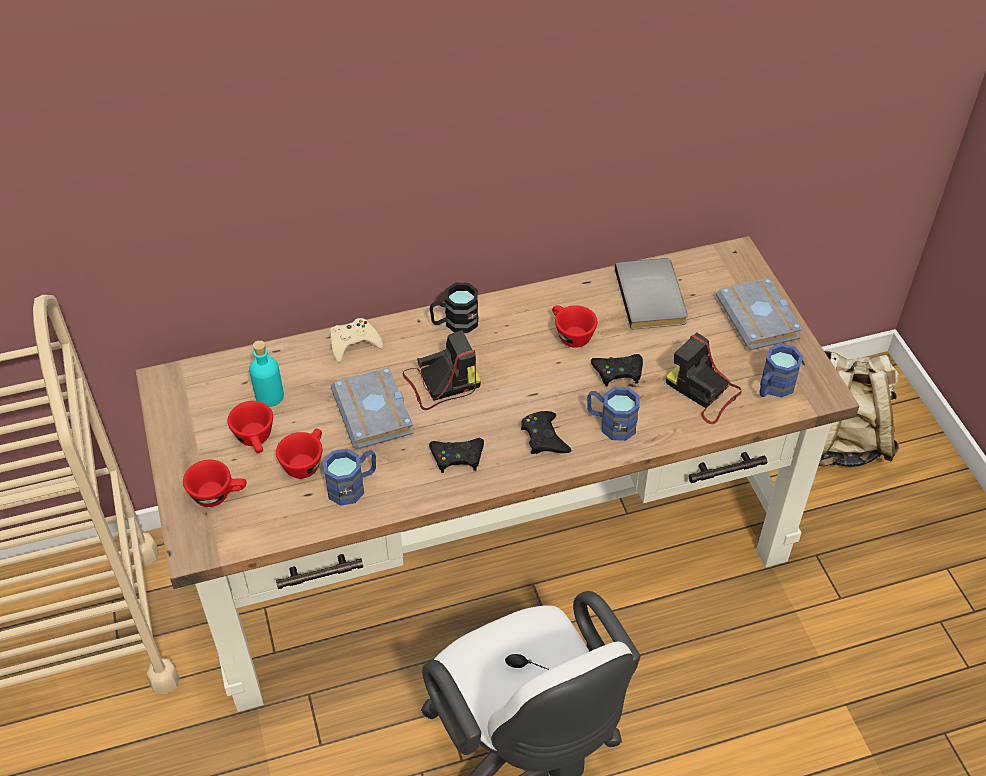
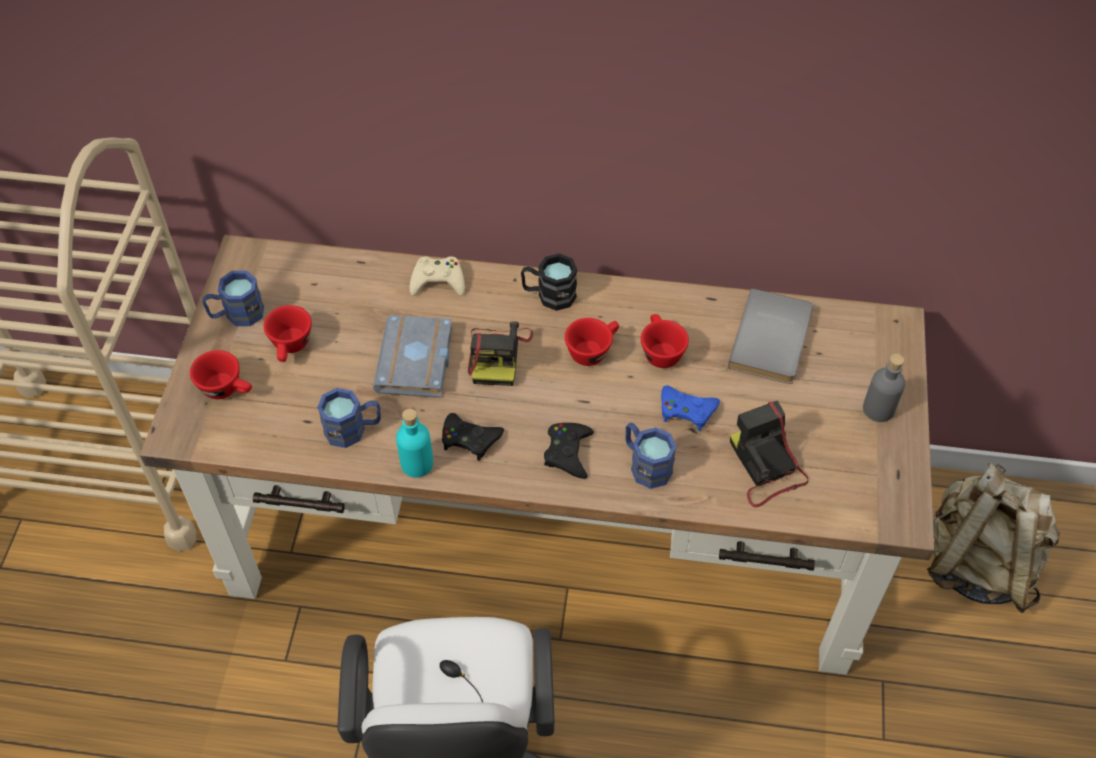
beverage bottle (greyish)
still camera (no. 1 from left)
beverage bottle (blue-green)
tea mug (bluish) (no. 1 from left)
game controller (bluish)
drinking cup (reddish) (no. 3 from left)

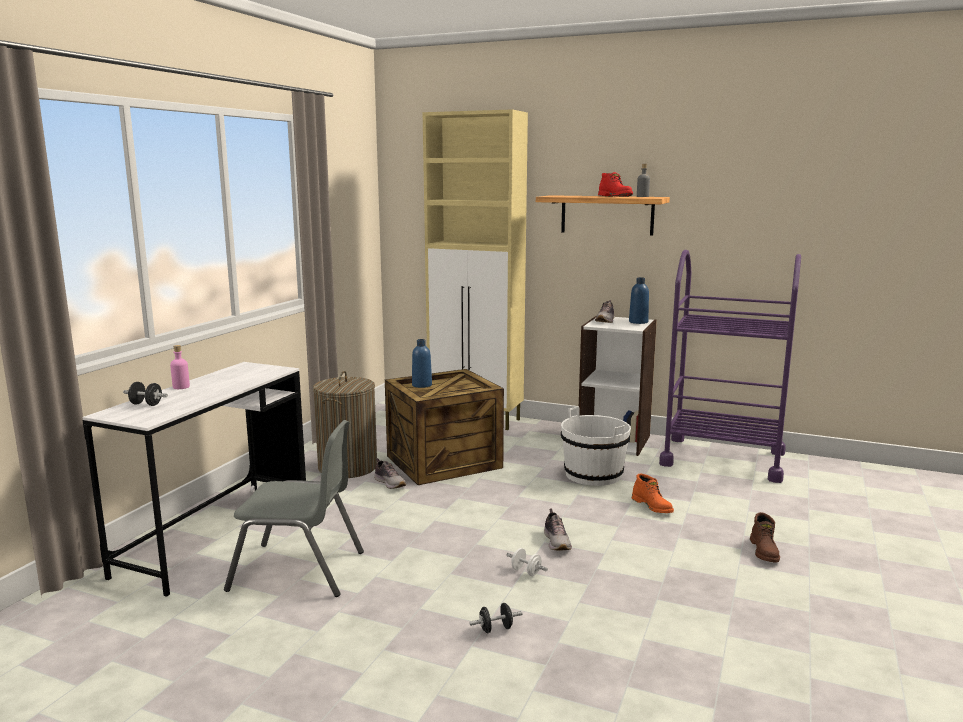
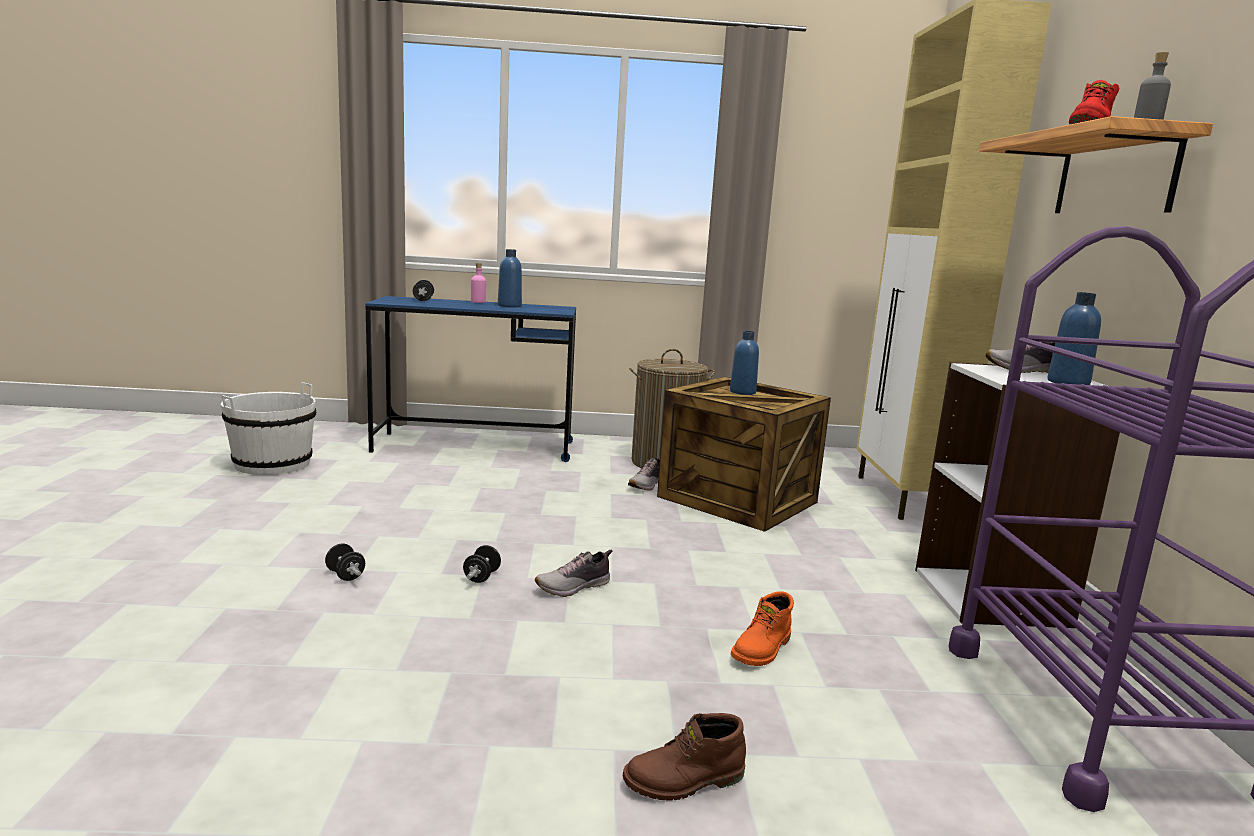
desk unit (bluish)
water bucket (white-coloured)
chair (greyish)
hand weight (black) (no. 3 from left)
beverage bottle (bluish) (no. 1 from left)

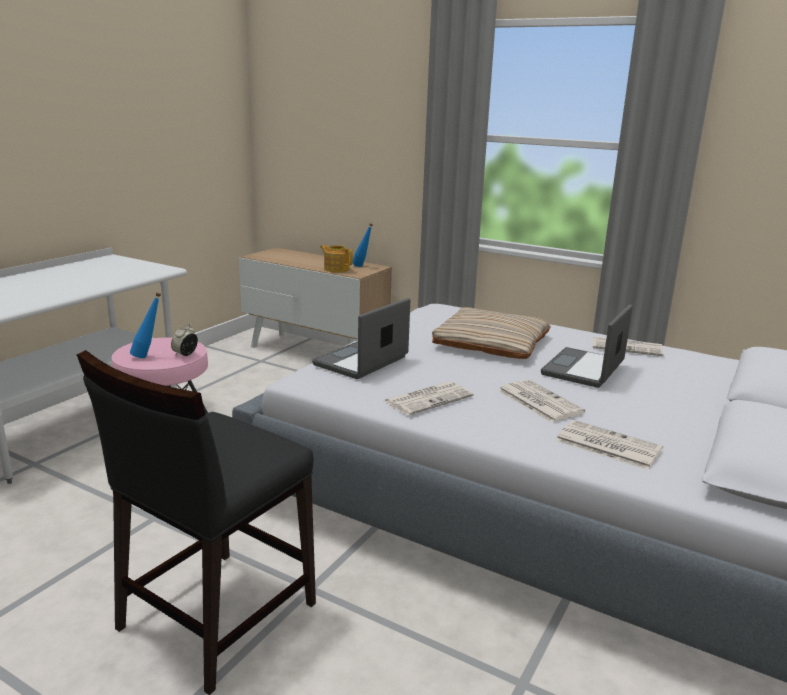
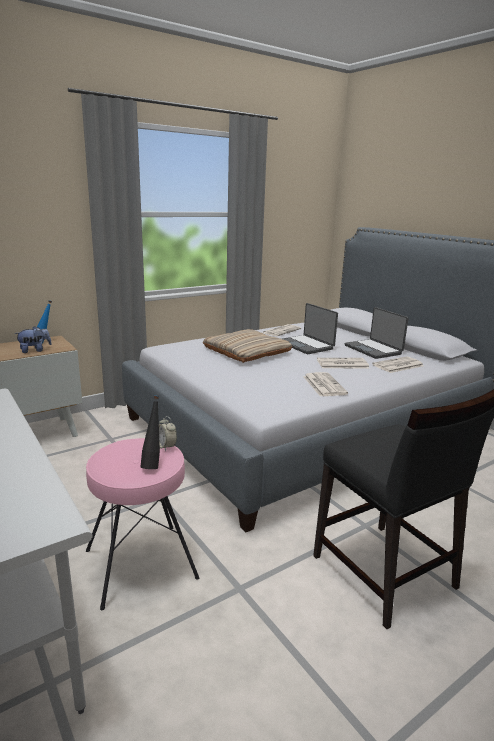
plush toy
beverage bottle (black)
notebook computer (no. 2 from left)

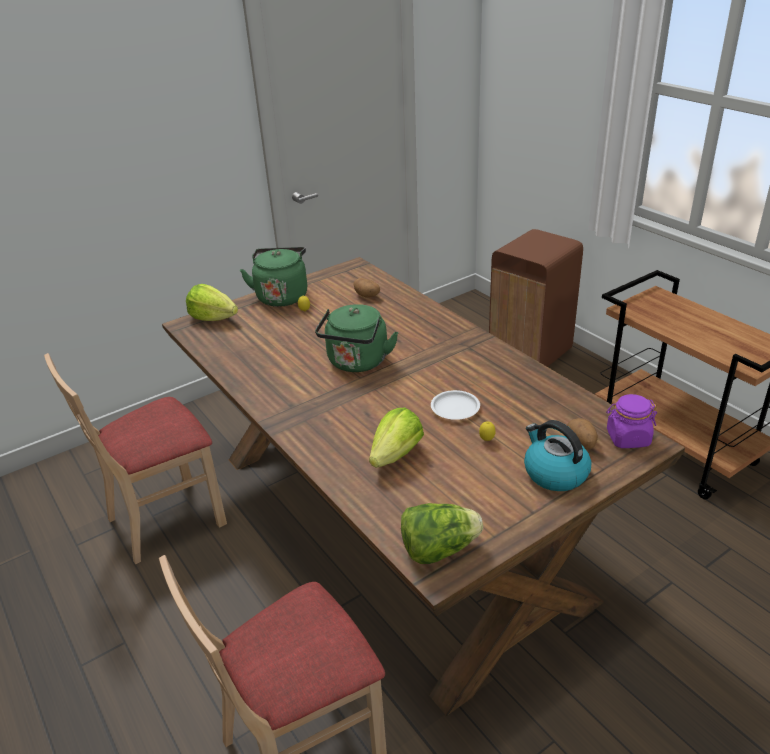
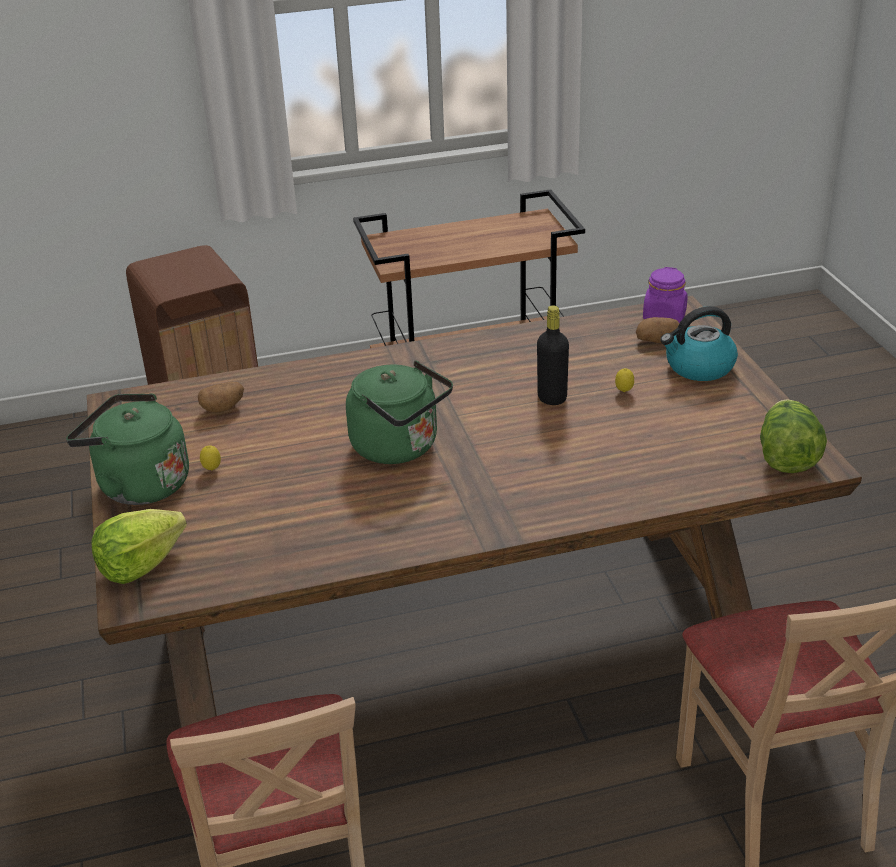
beverage bottle (black)
head of lettuce (no. 2 from left in the first image)

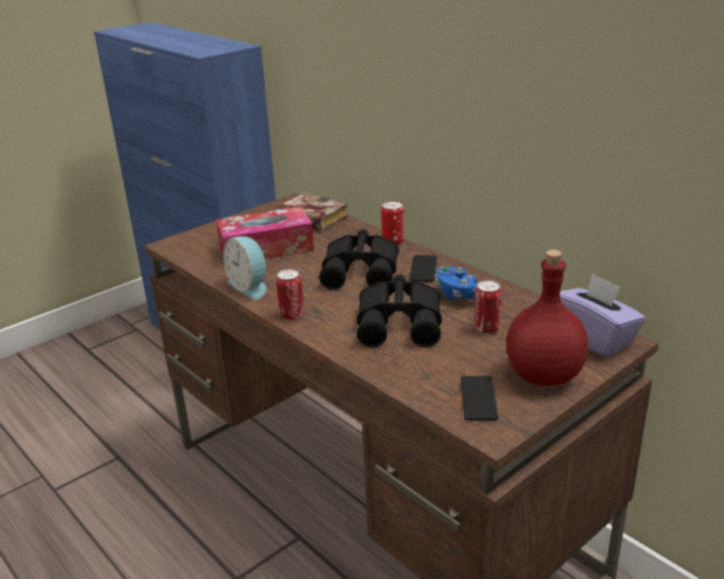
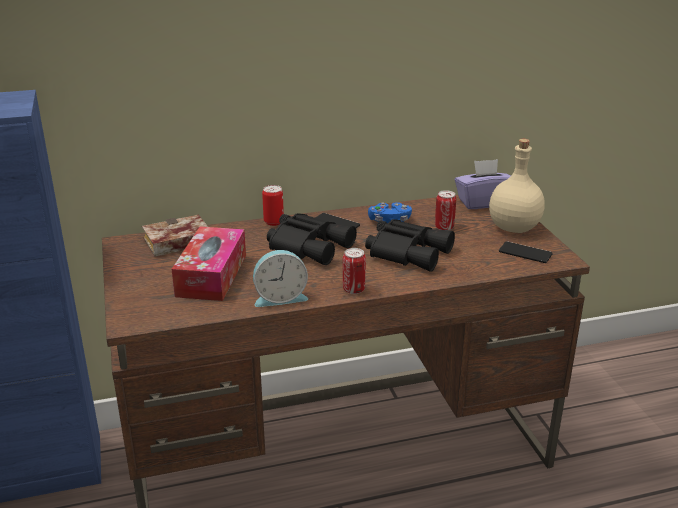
beverage bottle (beige)

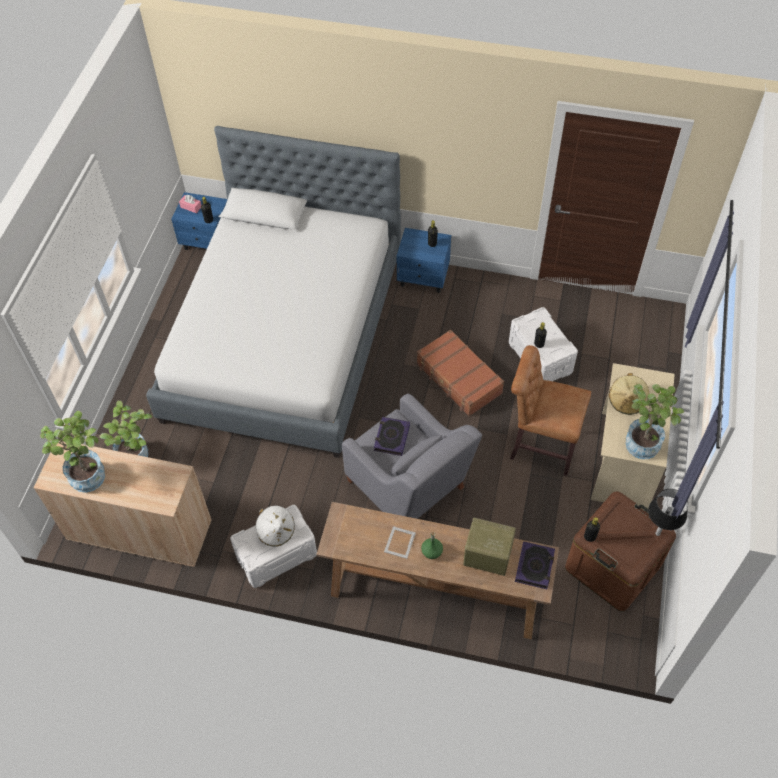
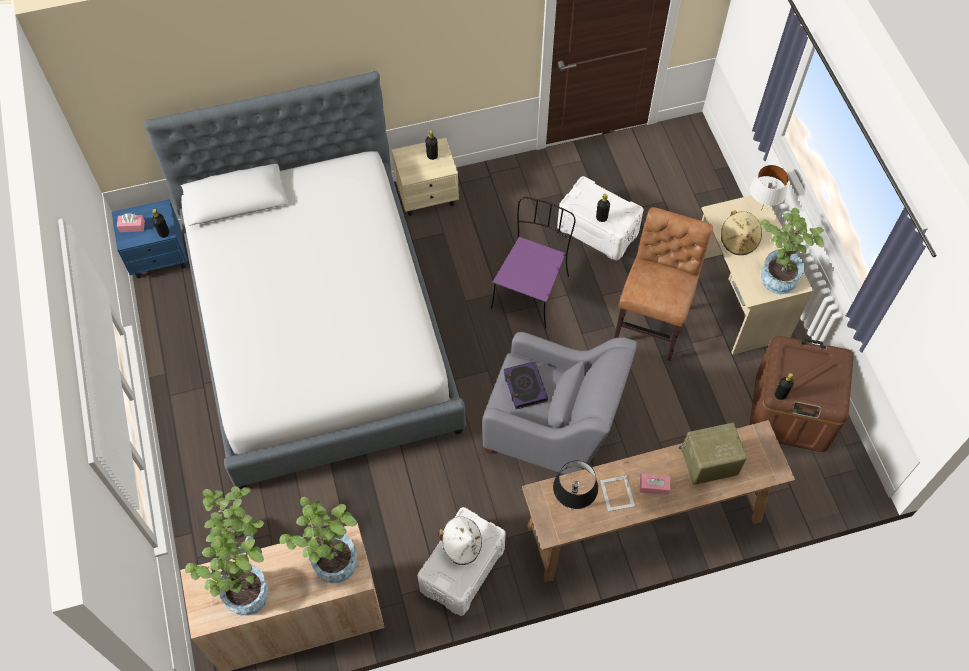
night table (beige)
chair (purple-coloured)
chair (brown)
table lamp (black)
tissue box (pinkish) (no. 2 from left)
bound book (no. 2 from left in the first image)
table lamp (white-coloured)
houseplant (no. 3 from left)

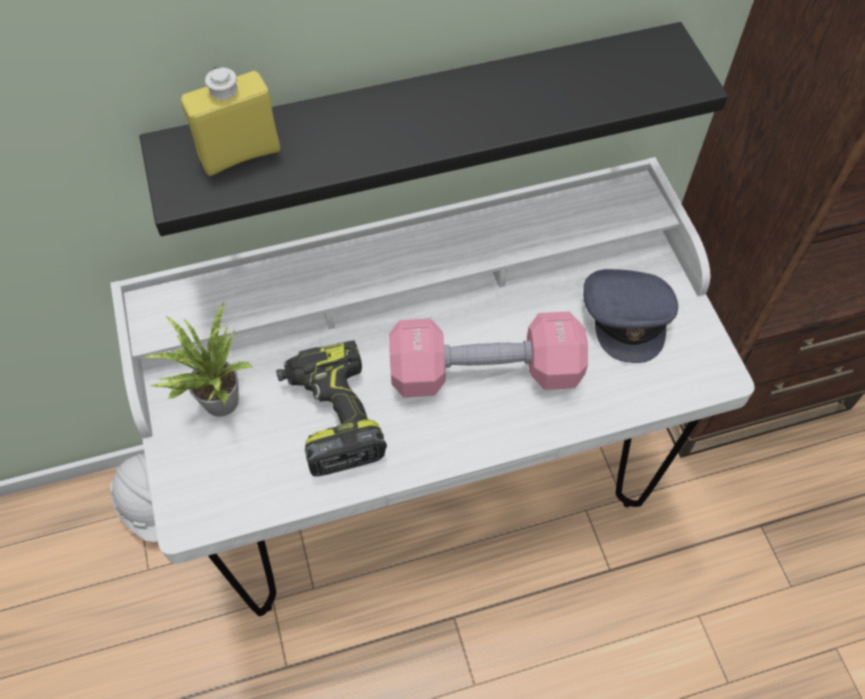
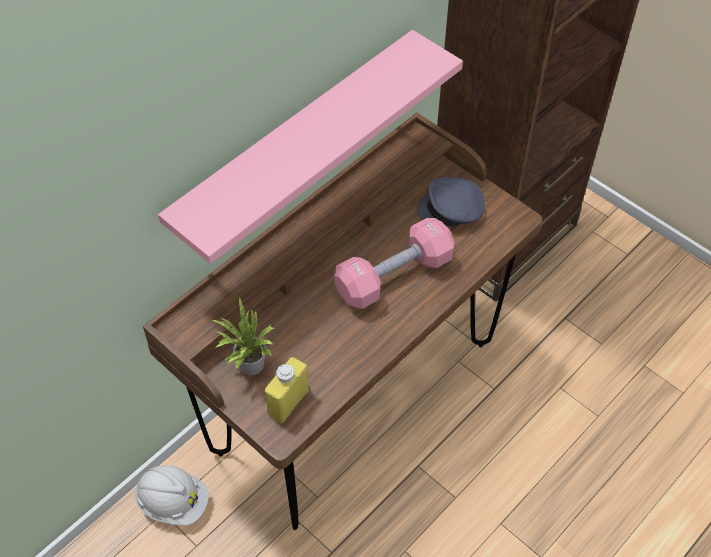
shelf (pinkish)
beverage bottle (yellow)
desk unit (brown)
cap (greyish)
power drill

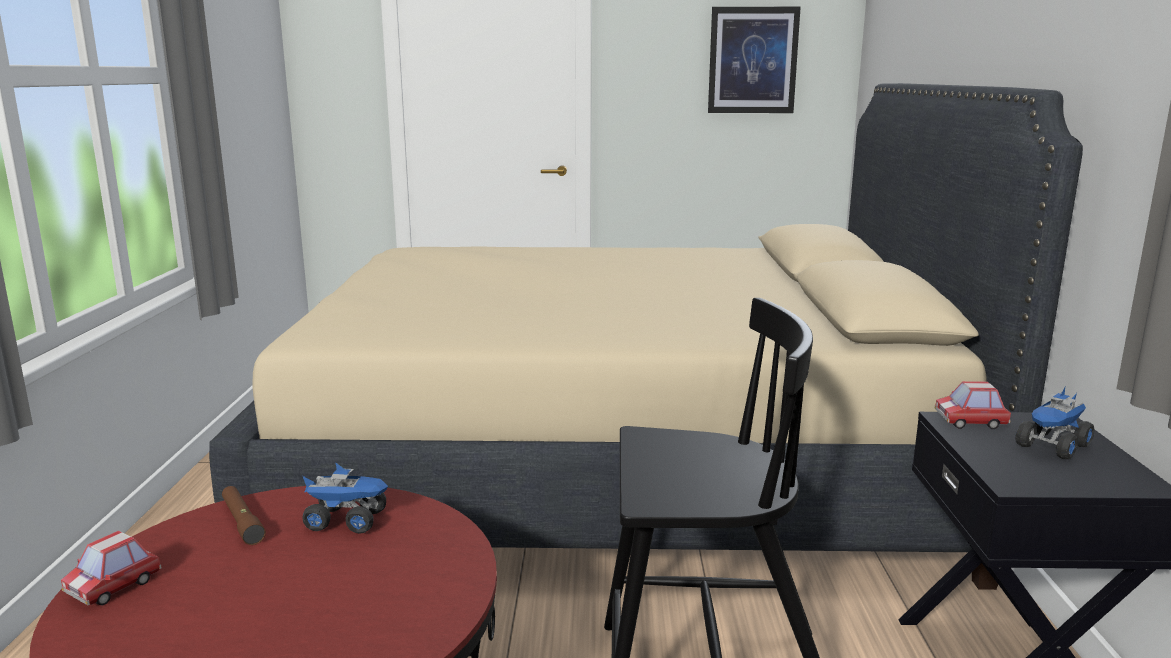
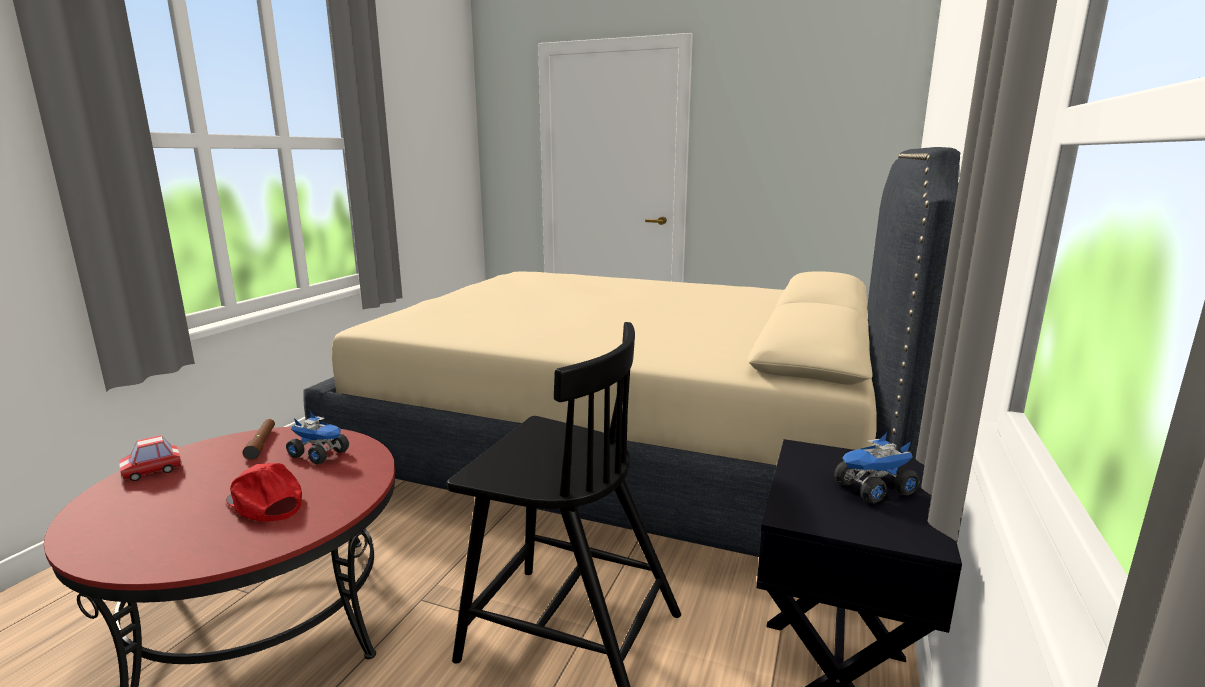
picture
miniature car (no. 2 from left in the first image)
cap (reddish)

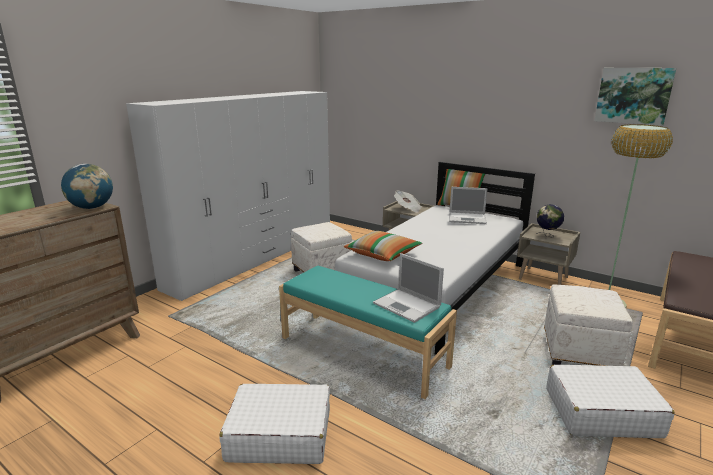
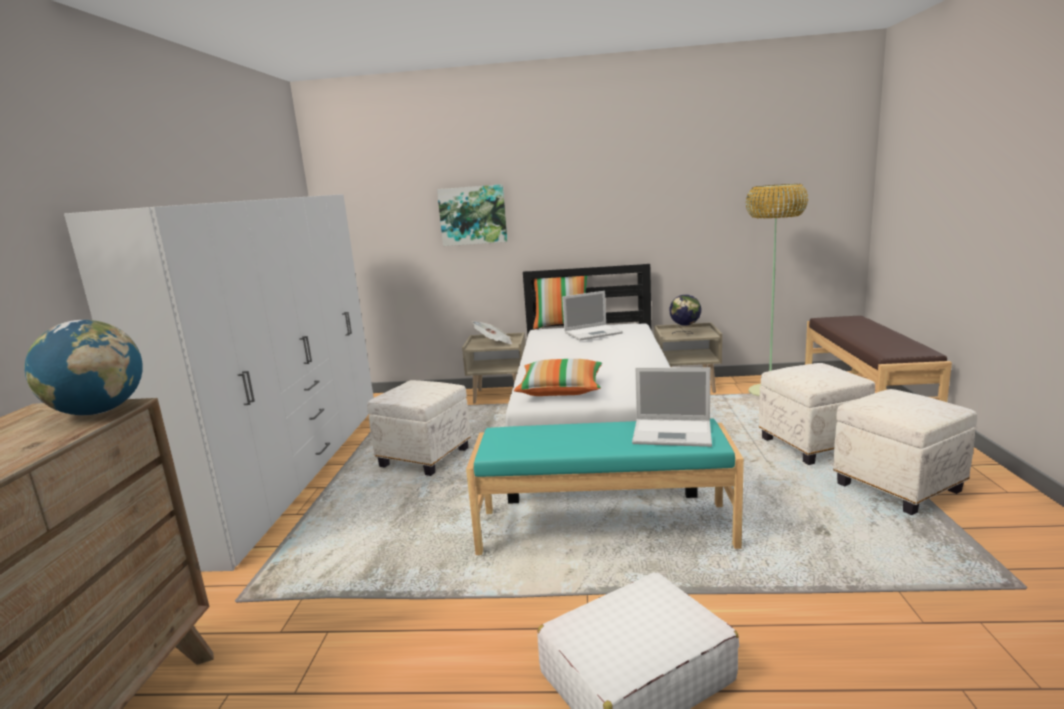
picture
pouffe (white-coloured) (no. 3 from left)

